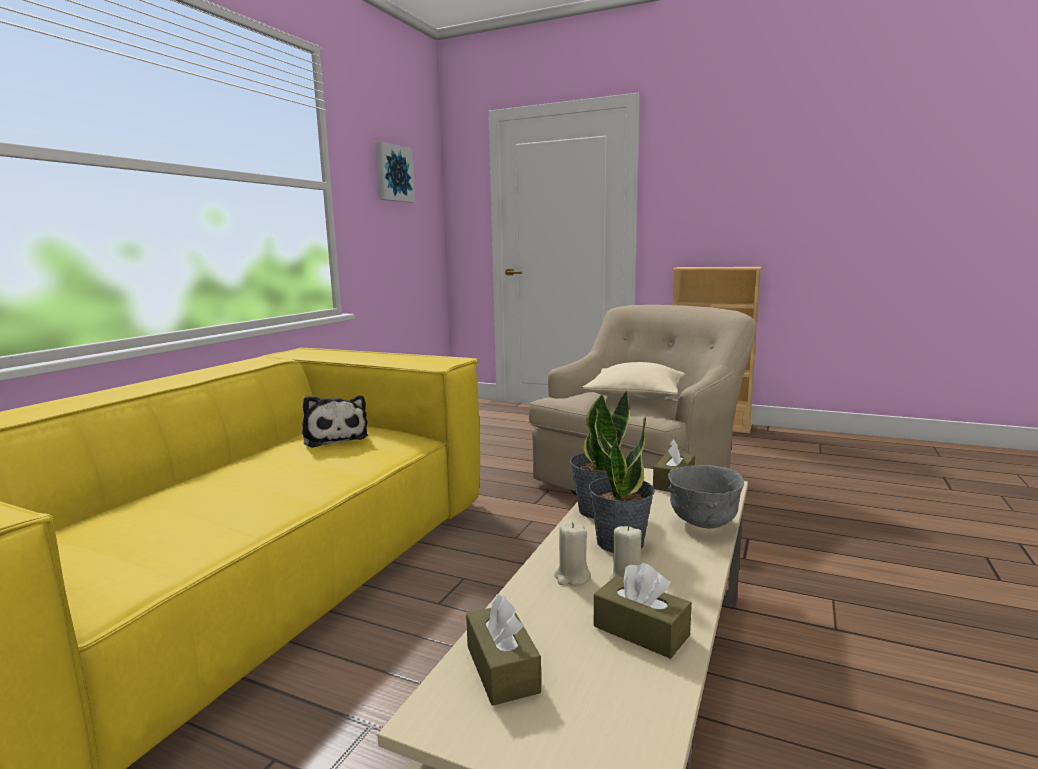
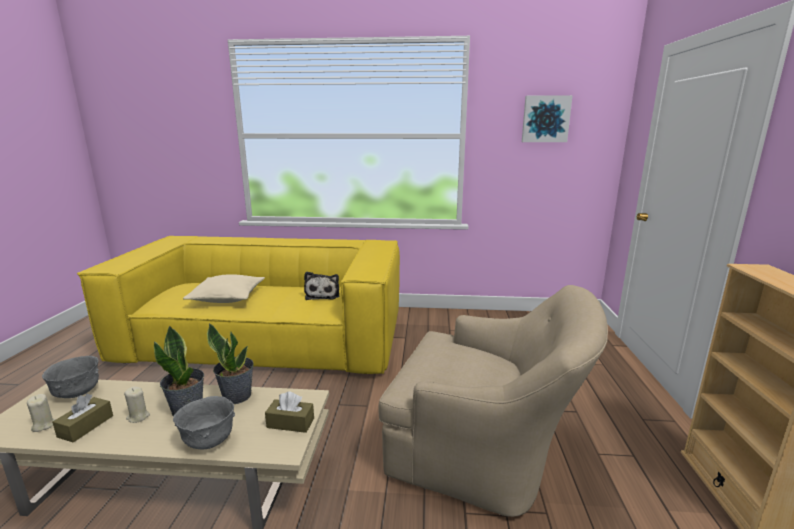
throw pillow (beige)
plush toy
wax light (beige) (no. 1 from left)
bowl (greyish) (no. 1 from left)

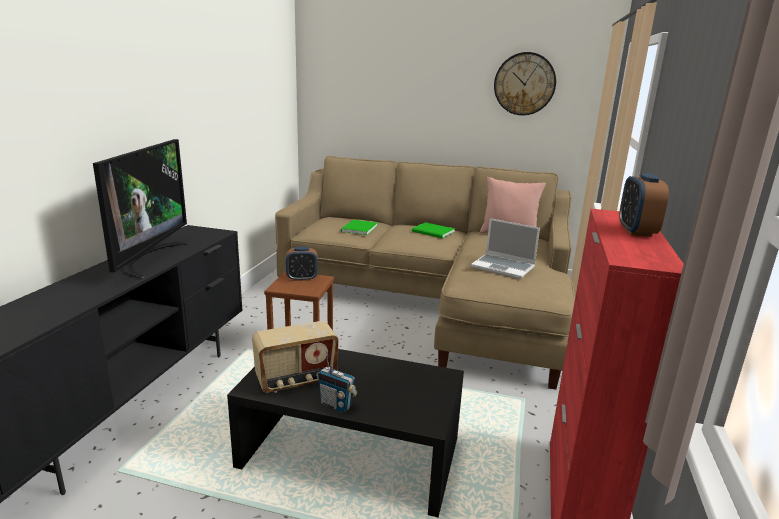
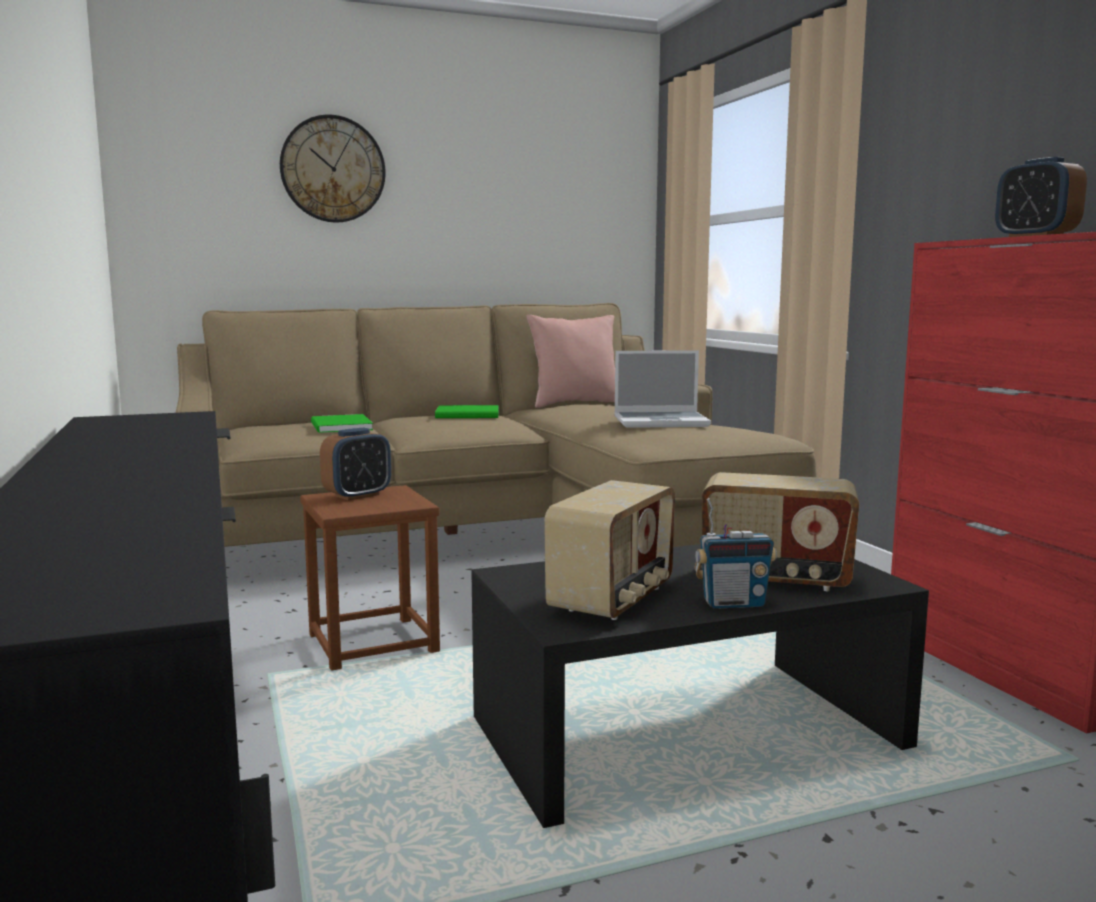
hanging clock
TV set
radio (no. 3 from left)

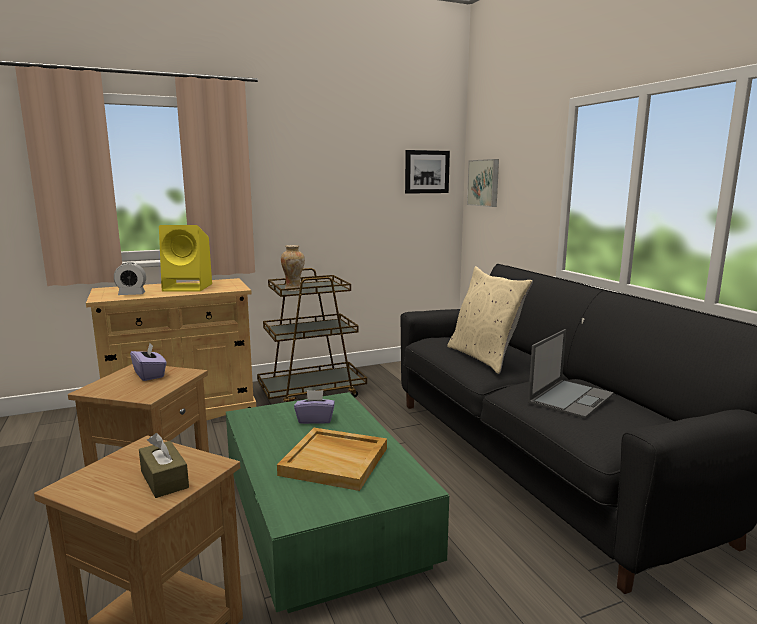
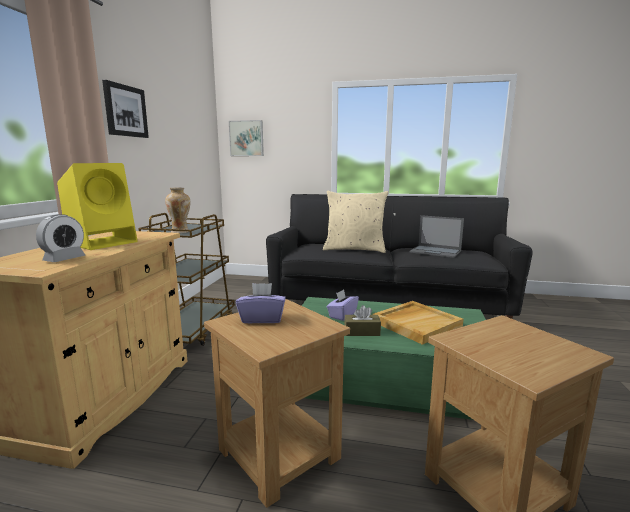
picture (no. 1 from left)
notebook computer
tissue box (brown)

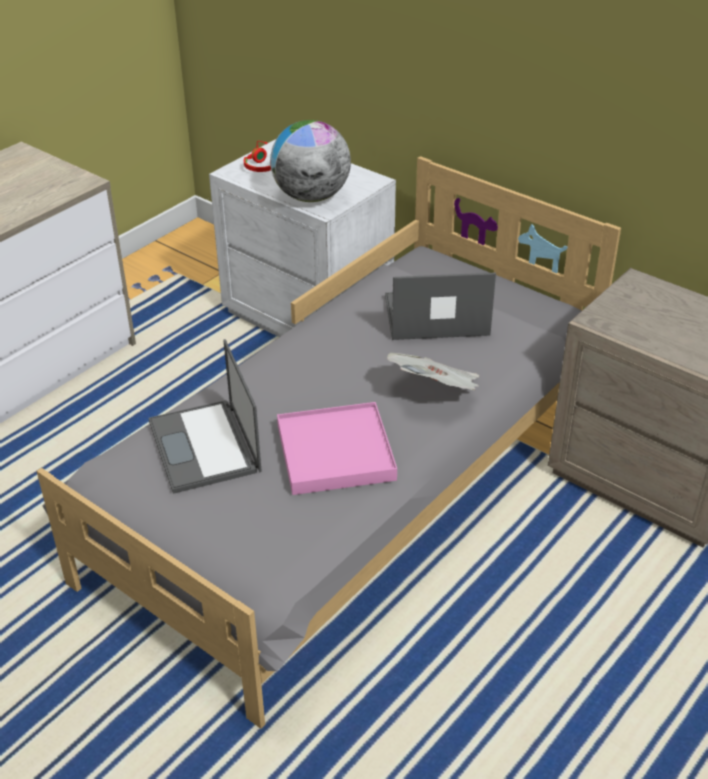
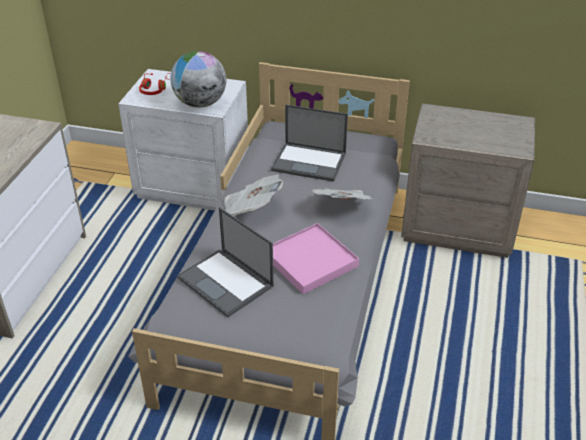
notebook computer (no. 2 from left)
printed paper (no. 1 from left)

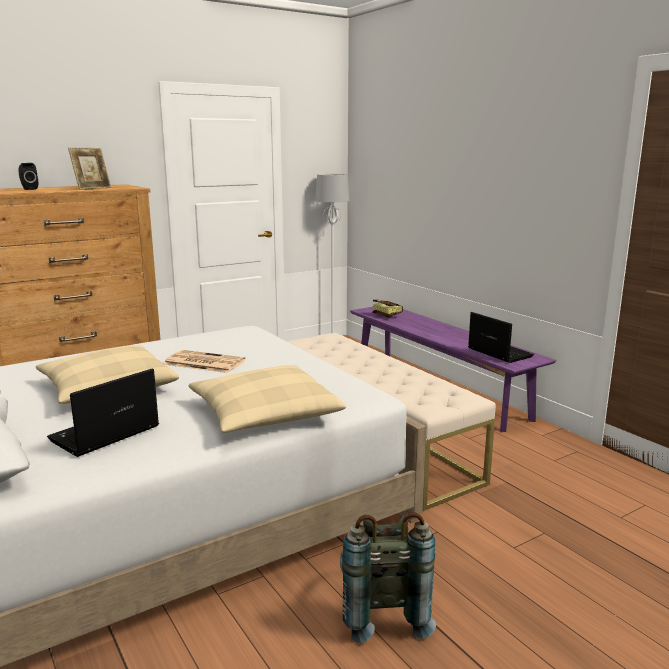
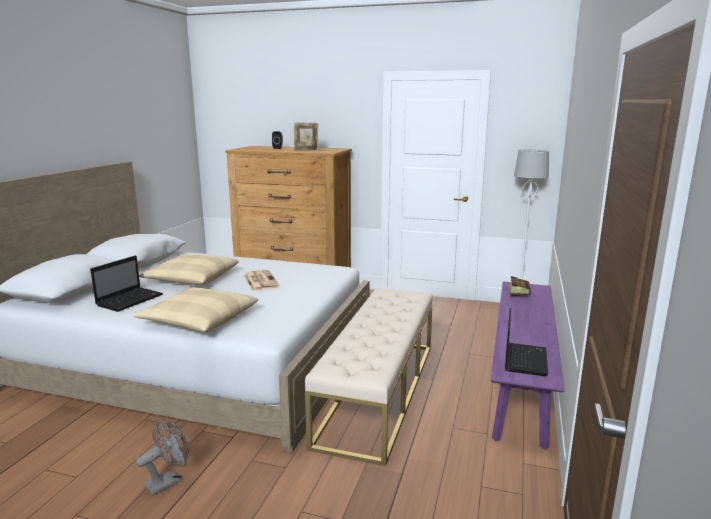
notebook computer (no. 1 from left)
fan (greyish)

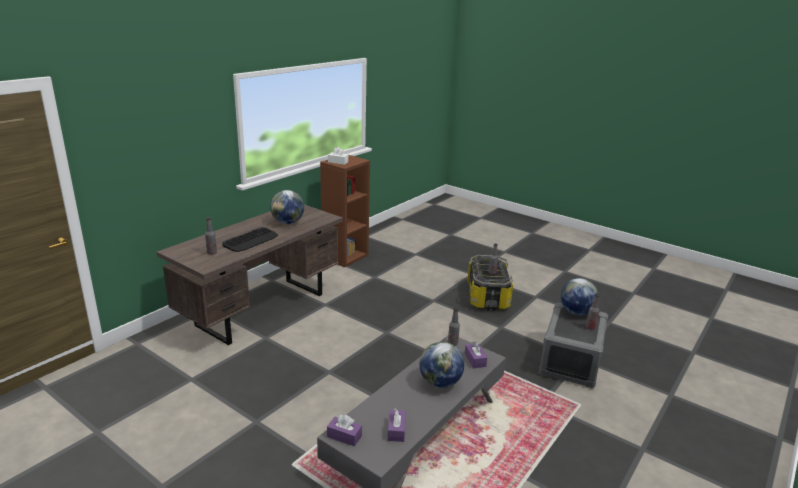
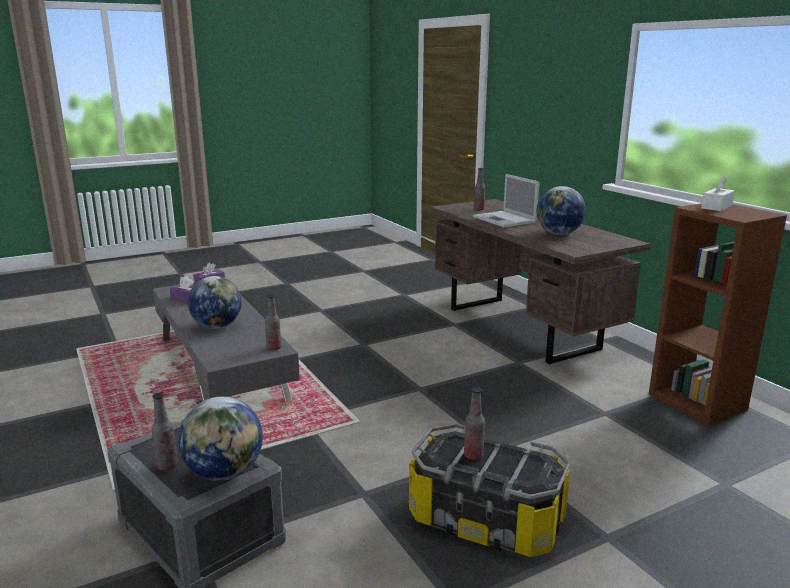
notebook computer
tissue box (purple-coloured) (no. 3 from left in the first image)

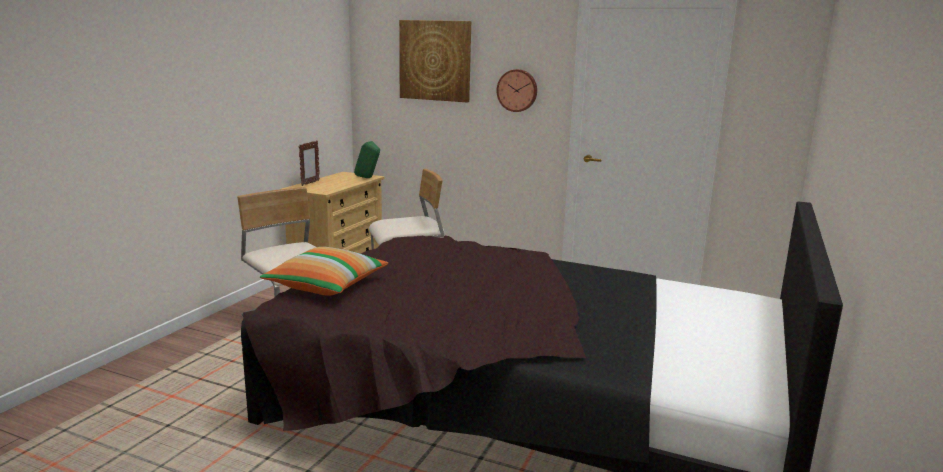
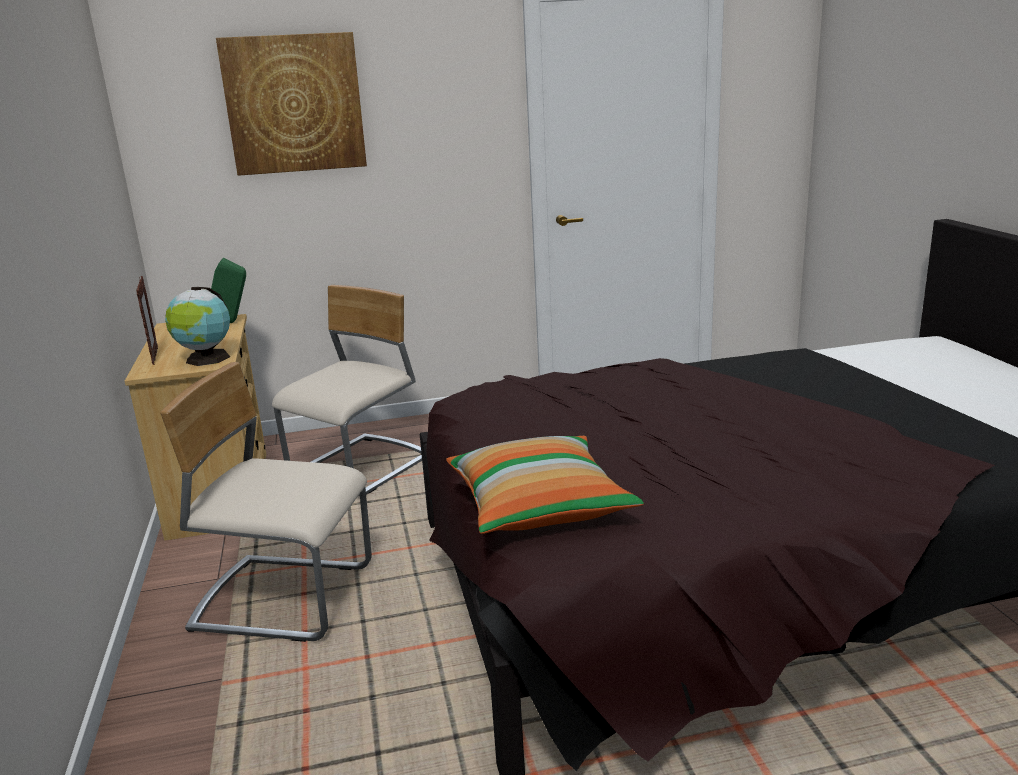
hanging clock
desk globe

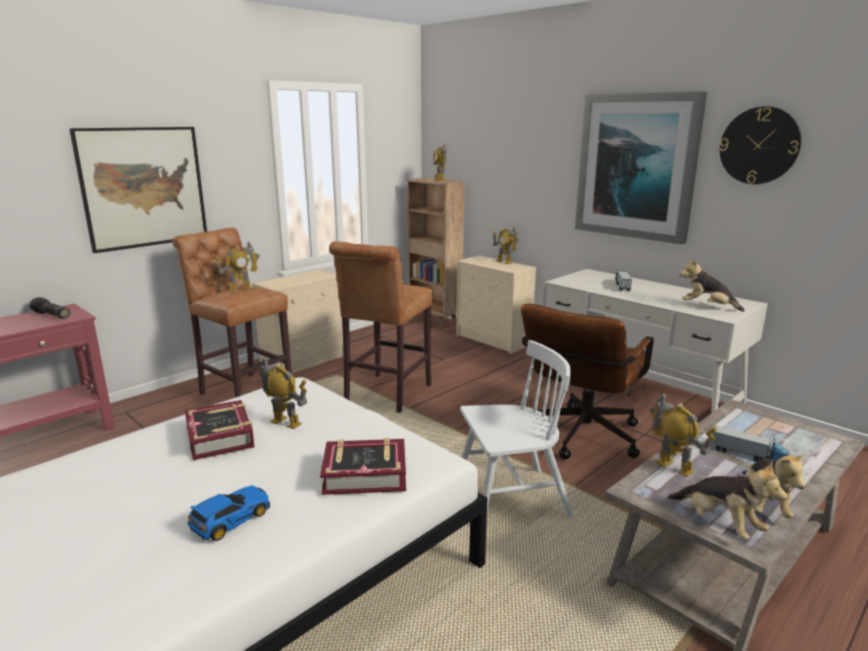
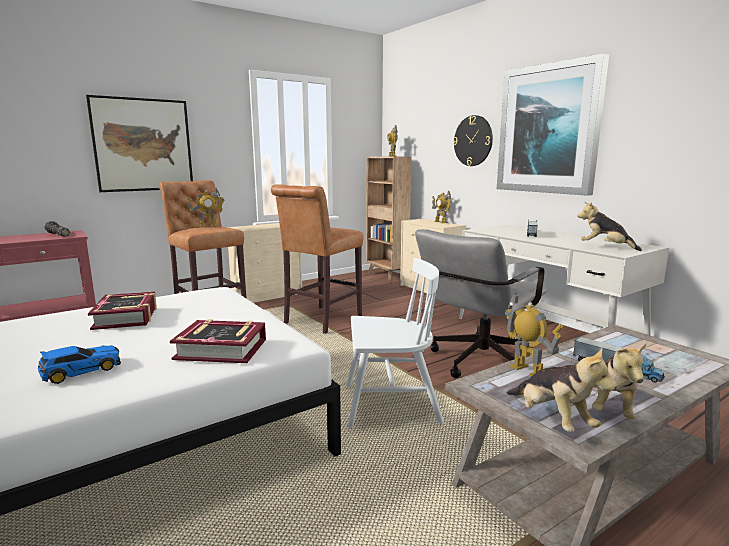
hanging clock
desk chair (greyish)
robot figure (no. 2 from left in the first image)

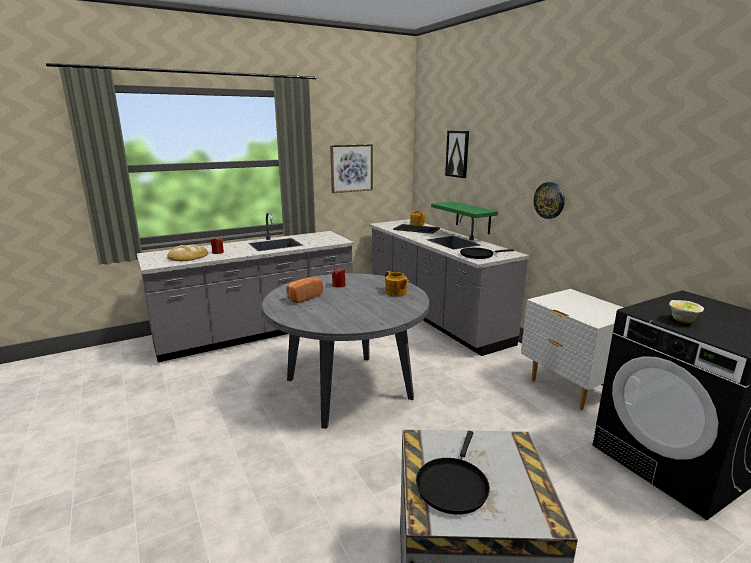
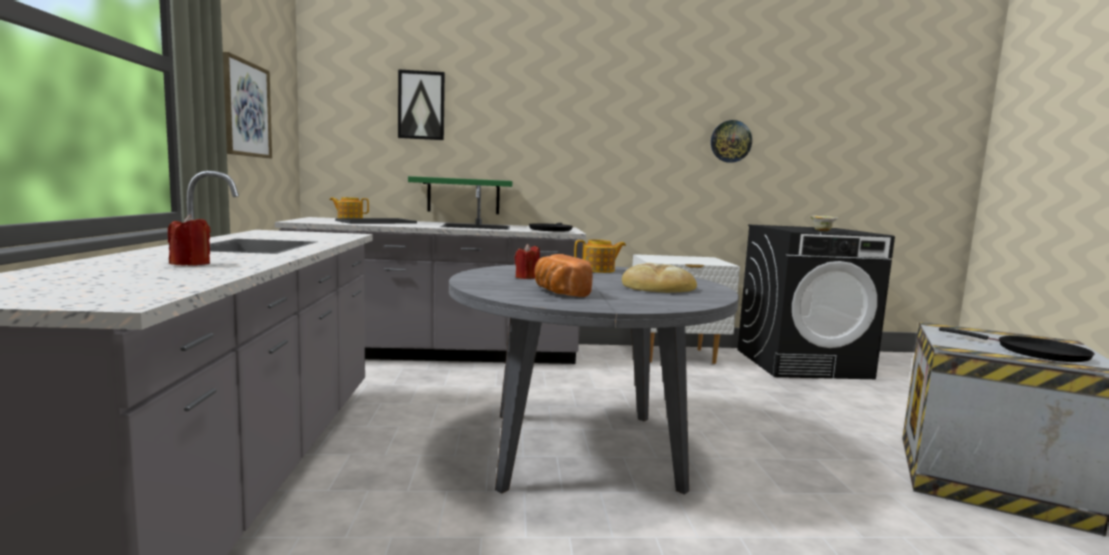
hanging clock
bakery bread (no. 2 from left)

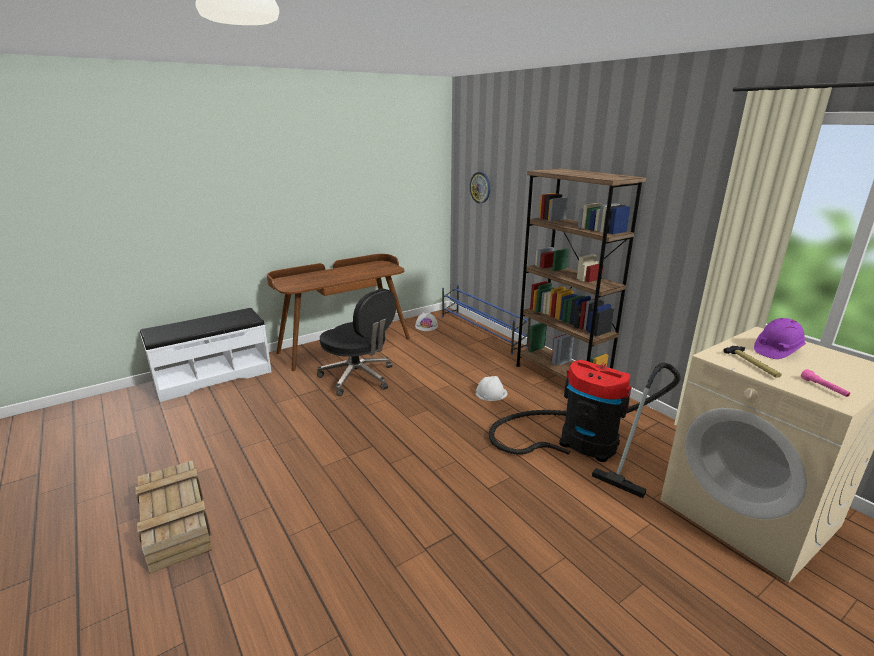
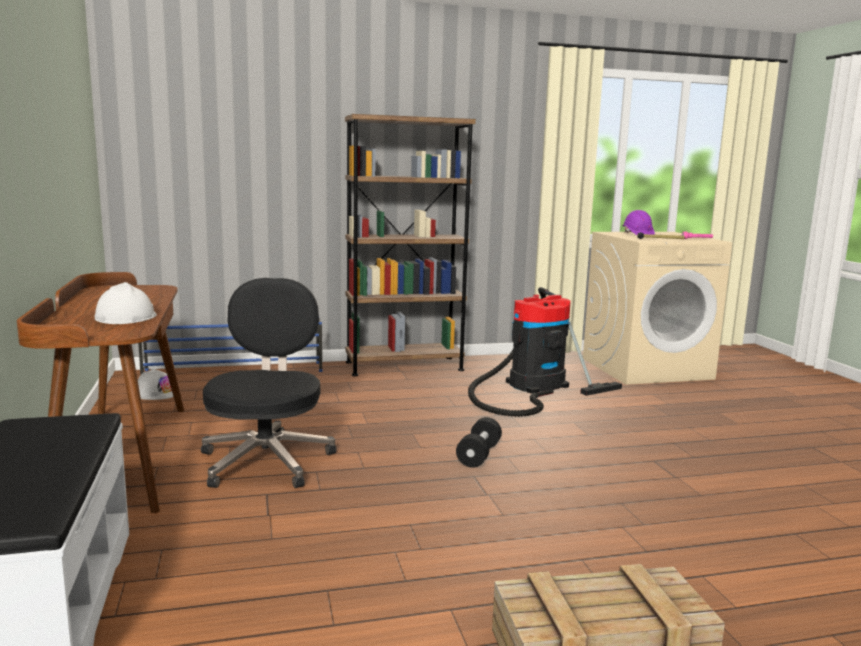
hanging clock
desk chair (black)
hard hat (white-coloured) (no. 1 from left)
hand weight (black)

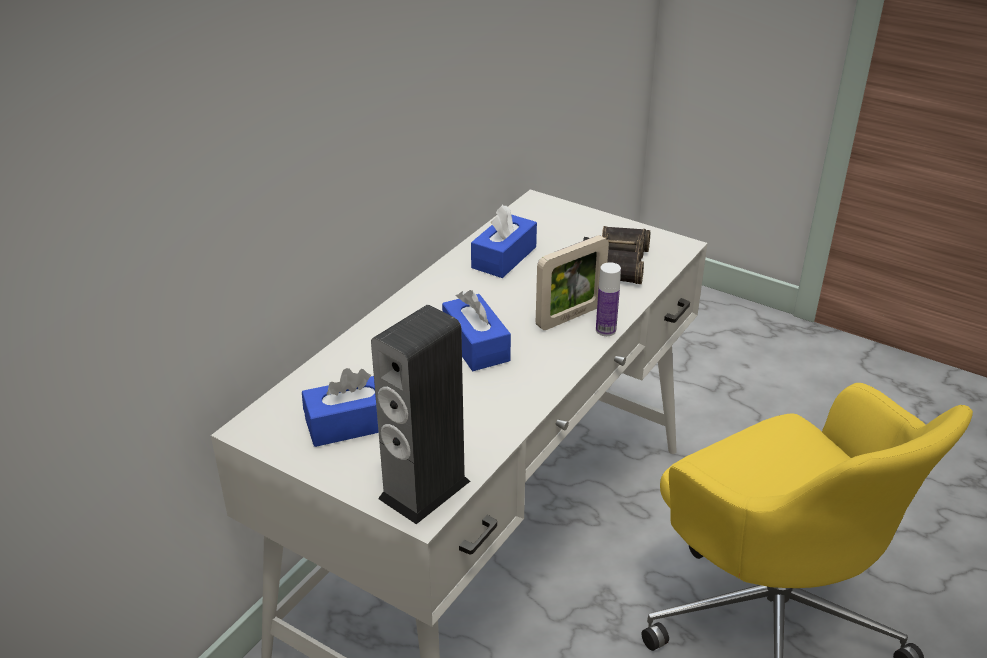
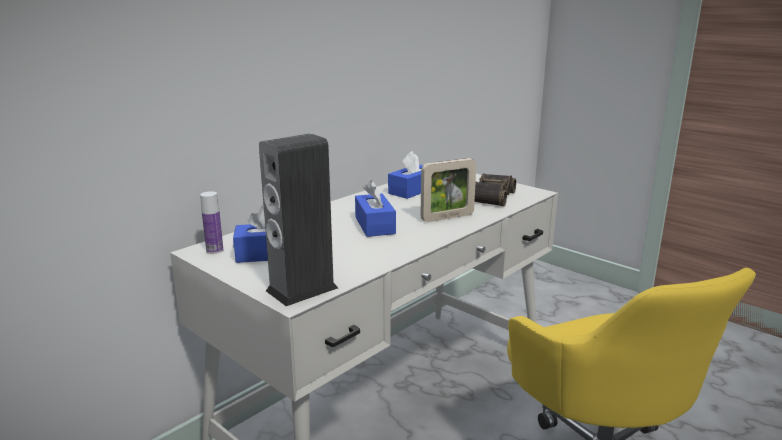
beverage bottle

